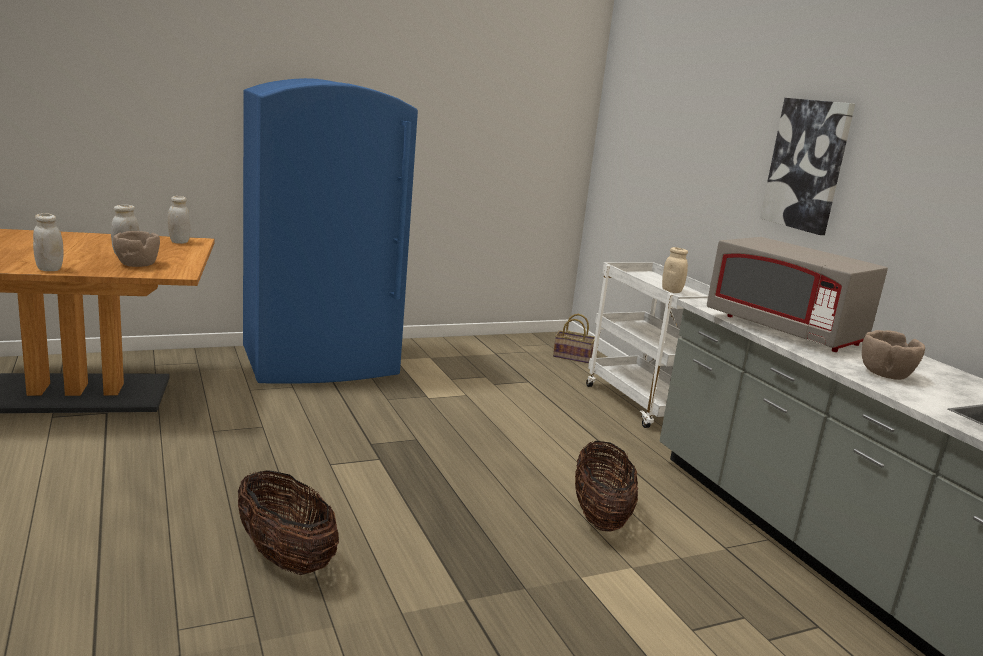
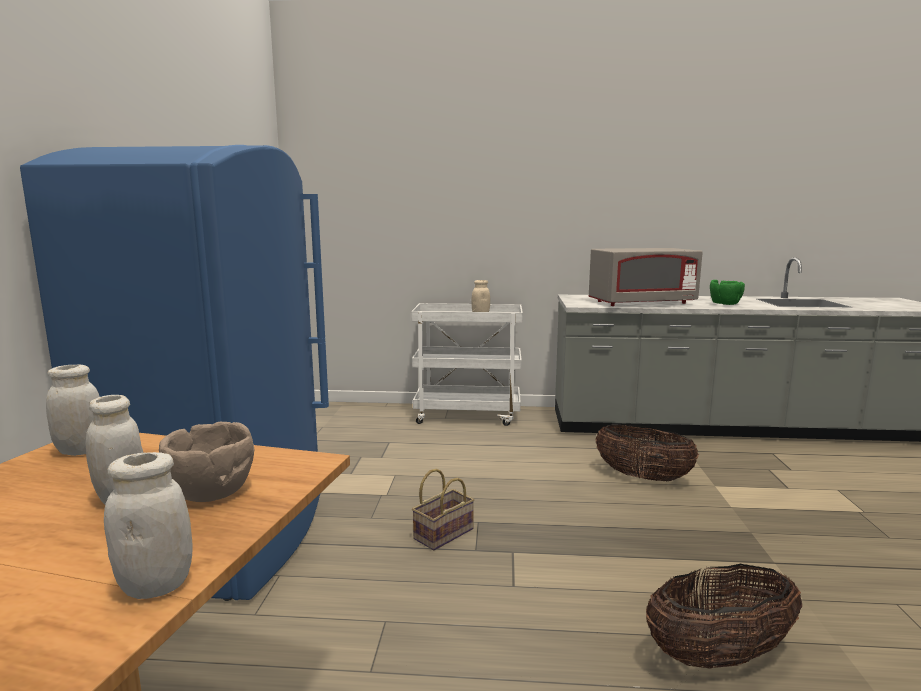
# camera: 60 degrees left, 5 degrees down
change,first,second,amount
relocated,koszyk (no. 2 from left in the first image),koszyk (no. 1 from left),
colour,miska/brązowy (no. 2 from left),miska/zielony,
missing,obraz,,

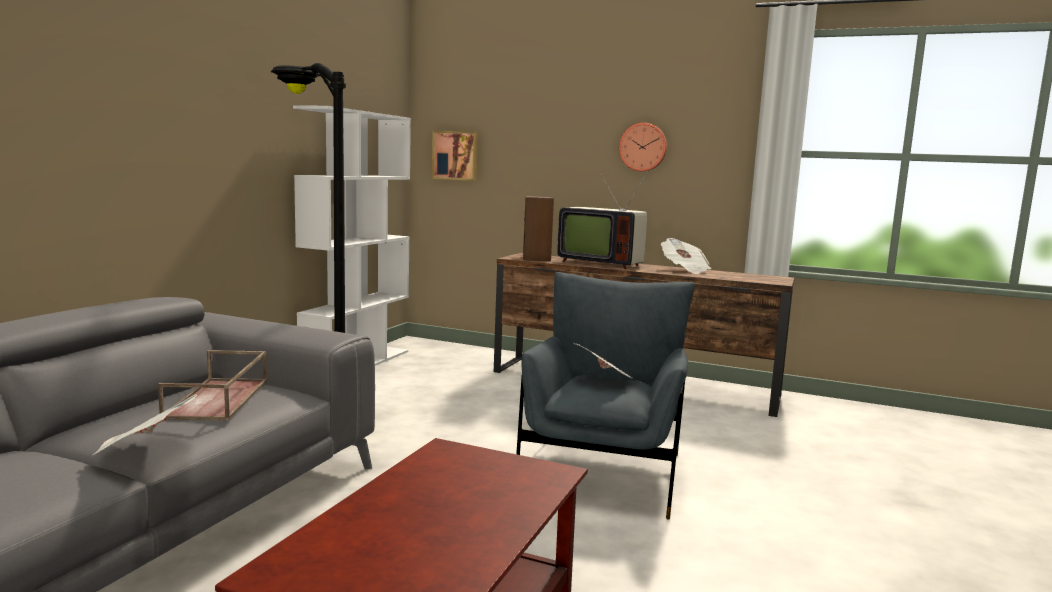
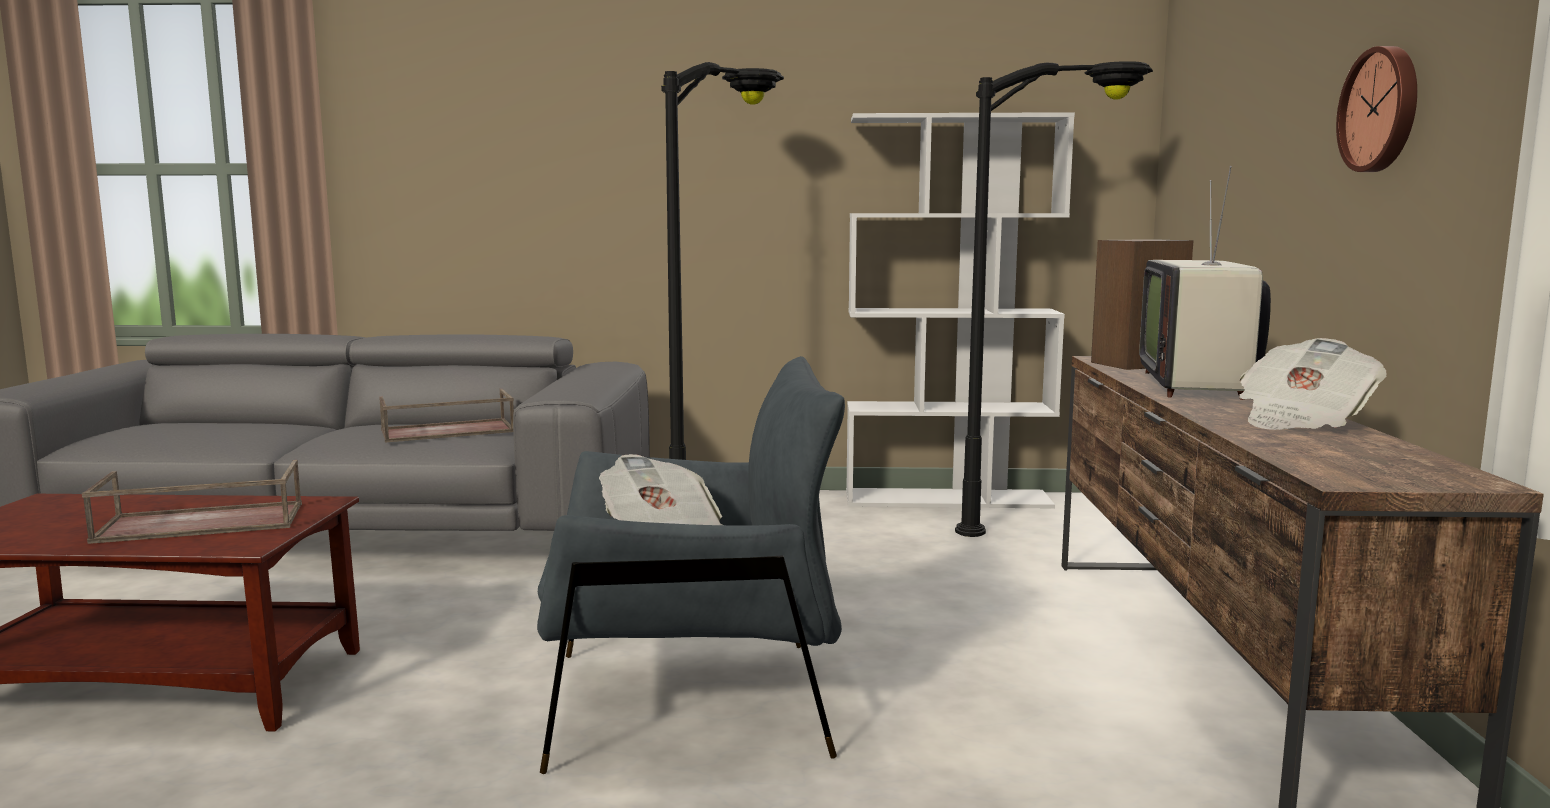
# camera: 70 degrees right, 0 degrees up
change,first,second,amount
appeared,,taca/brązowy (no. 1 from left),
appeared,,lampa stojąca/czarny (no. 2 from left),
missing,gazeta (no. 1 from left),,
missing,obraz,,

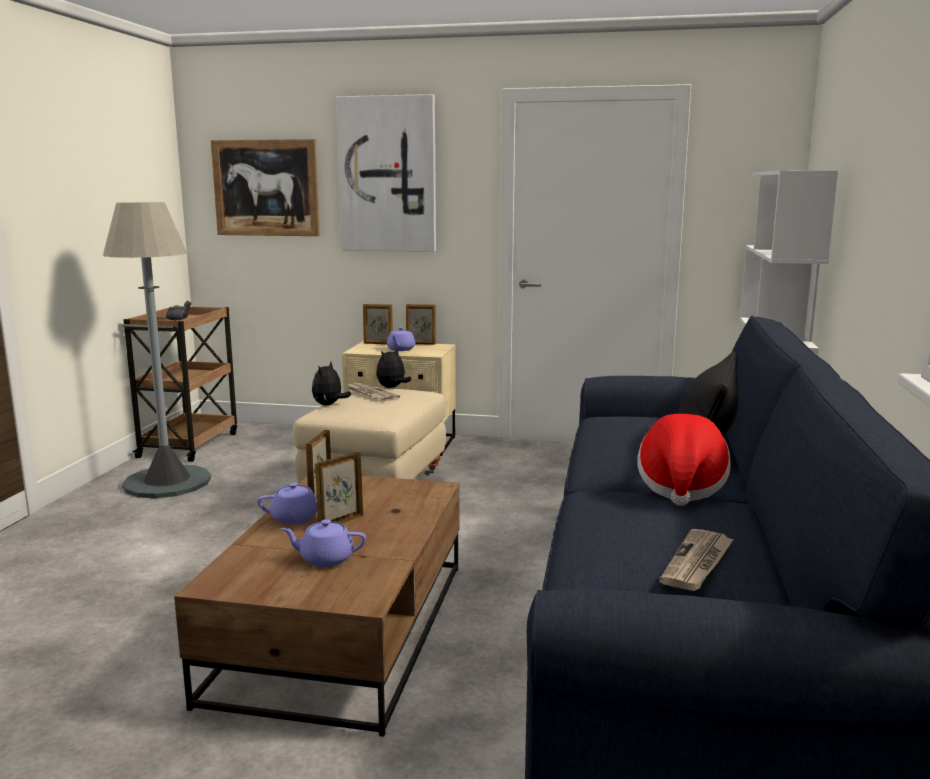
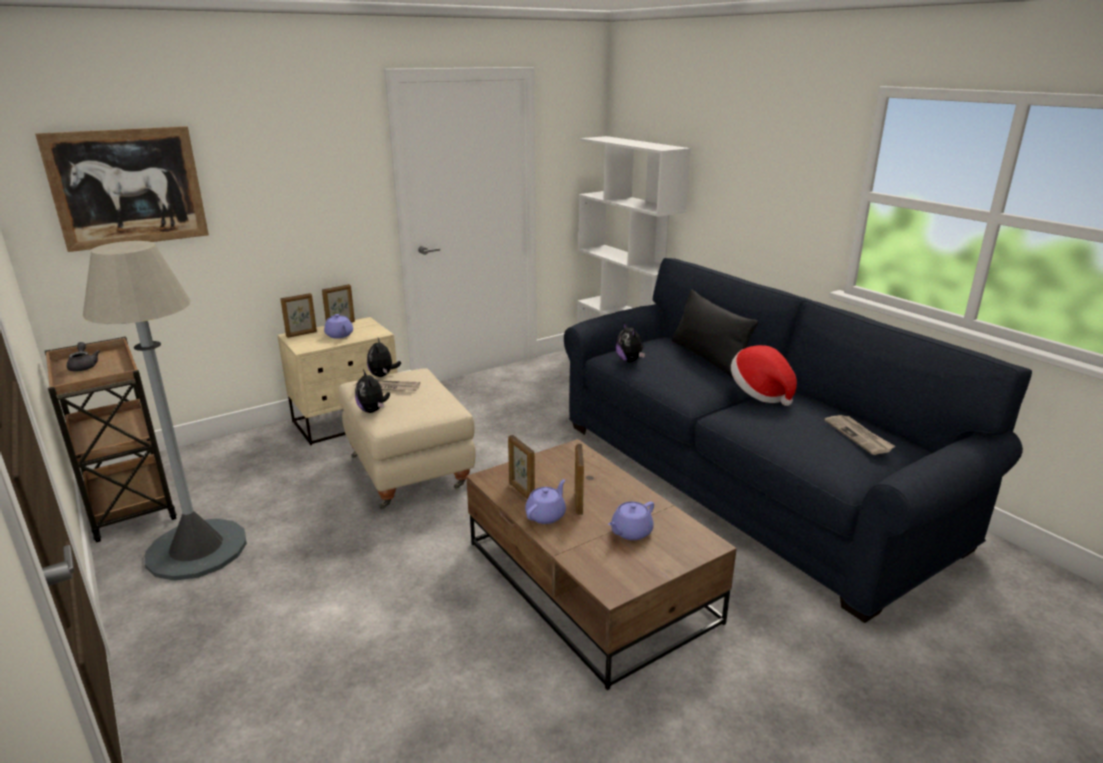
# camera: 45 degrees left, 10 degrees up
change,first,second,amount
appeared,,pluszak (no. 3 from left),
missing,obraz (no. 2 from left),,

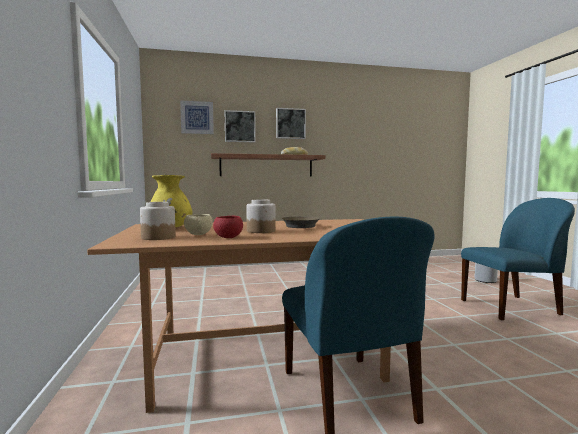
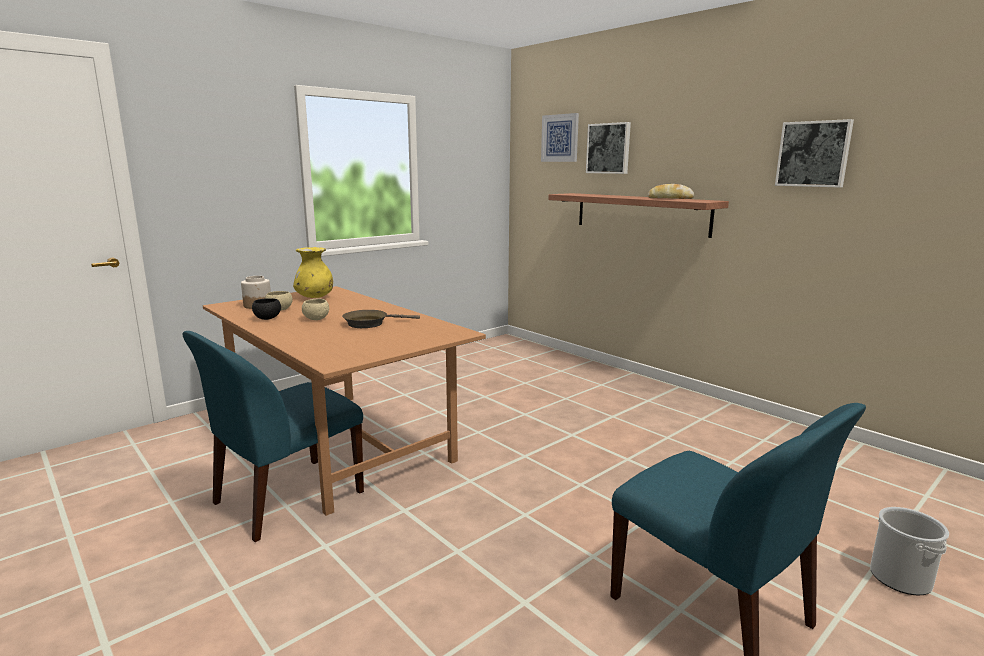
# camera: 60 degrees right, 10 degrees up
change,first,second,amount
colour,miska/czerwony,miska/czarny,
exchanged,słoik (no. 2 from left),miska/beżowy (no. 2 from left),
relocated,obraz (no. 3 from left),,

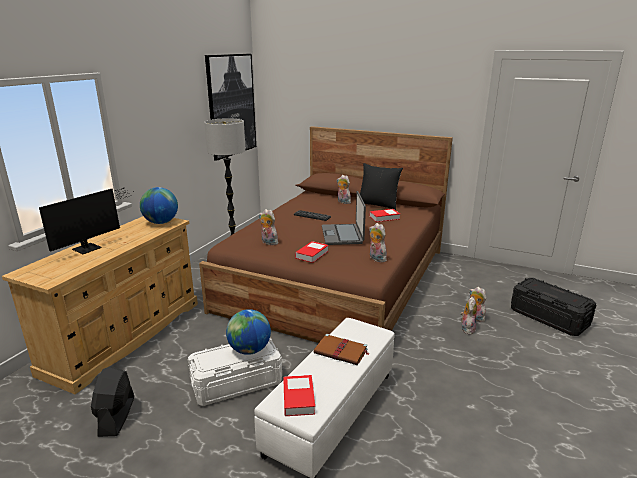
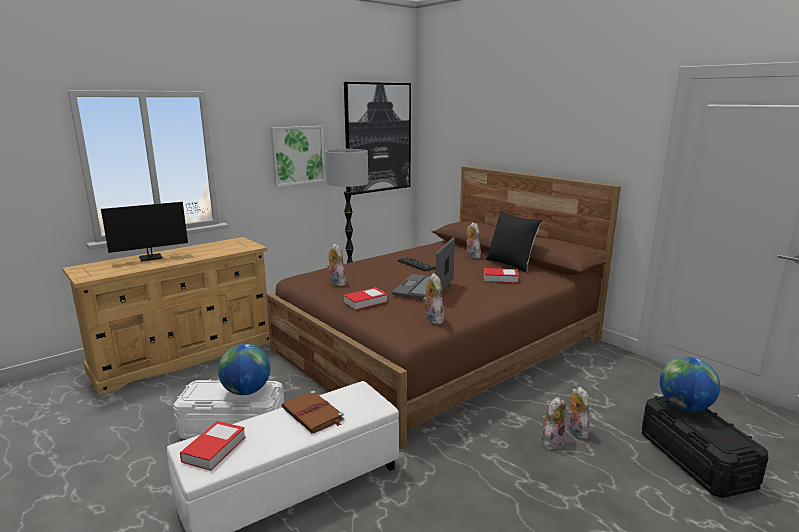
# camera: 25 degrees right, 5 degrees down
change,first,second,amount
appeared,,obraz (no. 1 from left),
relocated,globus (no. 1 from left in the first image),globus (no. 2 from left),
missing,wentylator/czarny,,

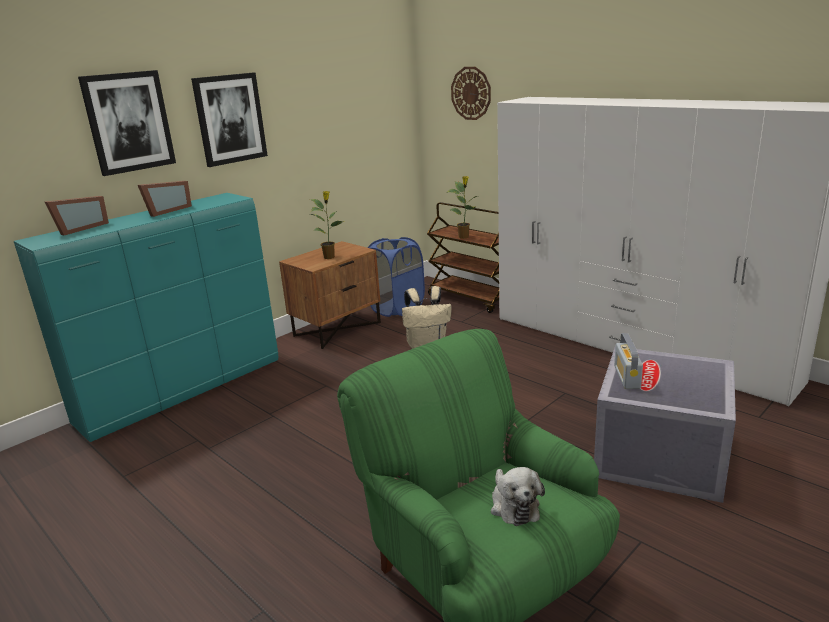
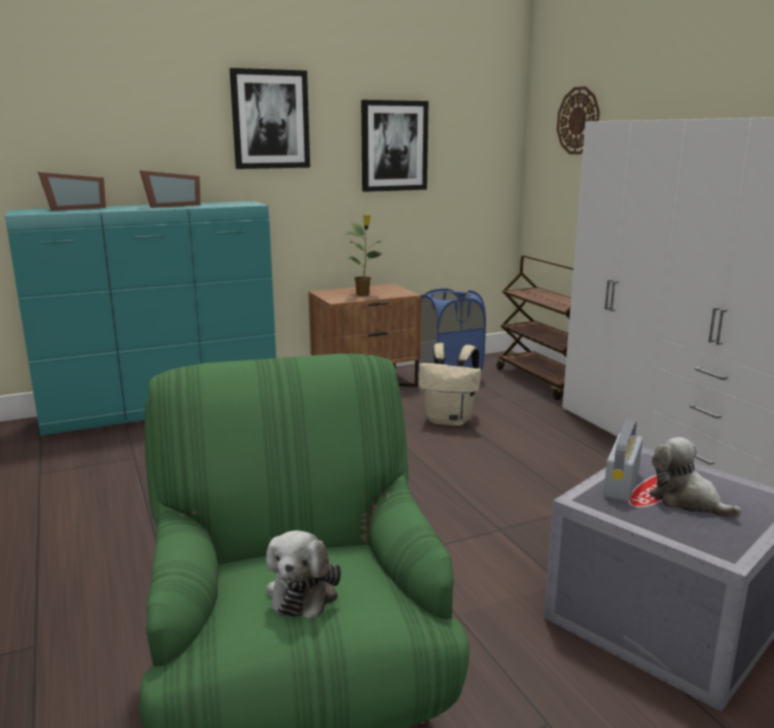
# camera: 20 degrees right, 5 degrees down
change,first,second,amount
relocated,obraz (no. 1 from left in the first image),obraz (no. 2 from left),
appeared,,pluszak (no. 2 from left),
missing,roślina doniczkowa (no. 2 from left),,

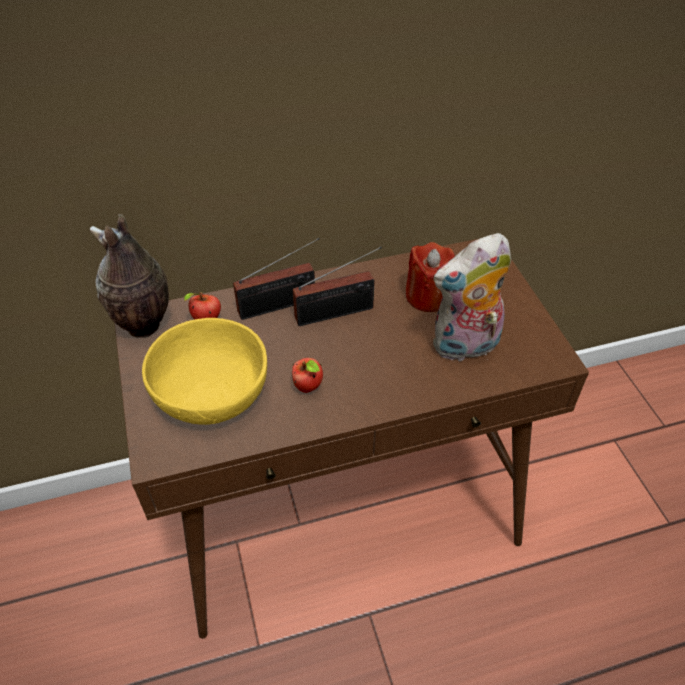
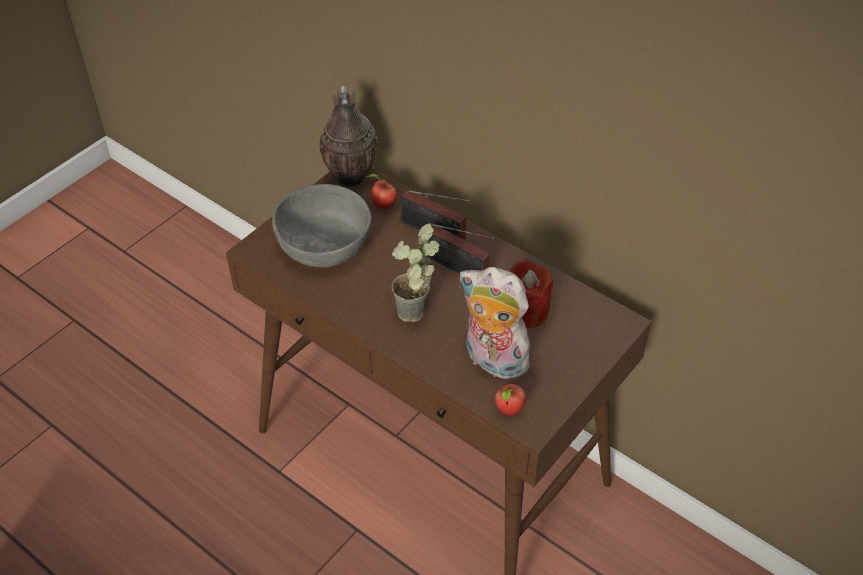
# camera: 55 degrees right, 0 degrees up
change,first,second,amount
colour,miska/żółty,miska/szary,
appeared,,roślina doniczkowa,
relocated,jabłko (no. 2 from left),,

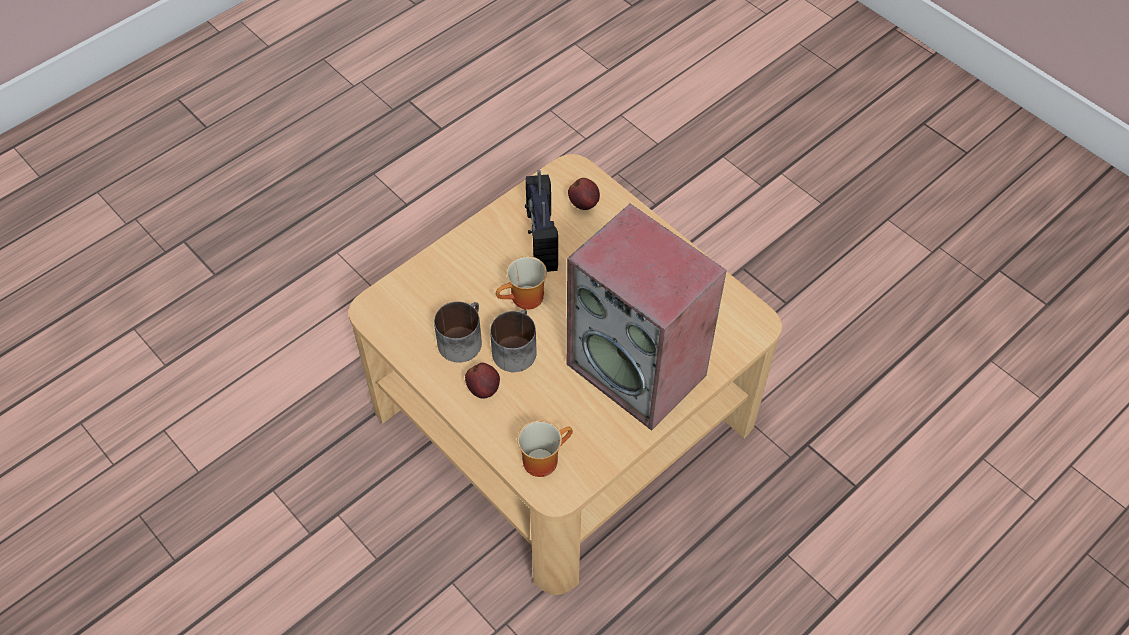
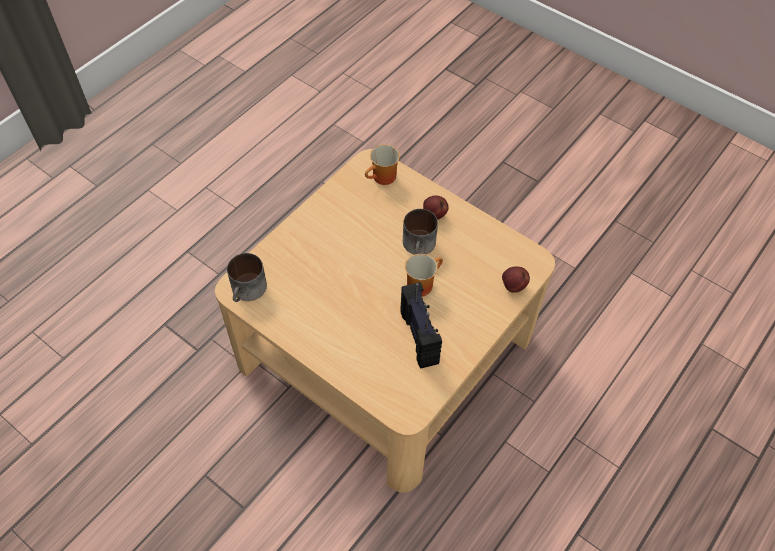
# camera: 170 degrees right, 0 degrees up
change,first,second,amount
relocated,kubek (no. 1 from left),,
relocated,jabłko (no. 2 from left),,
missing,głośnik,,

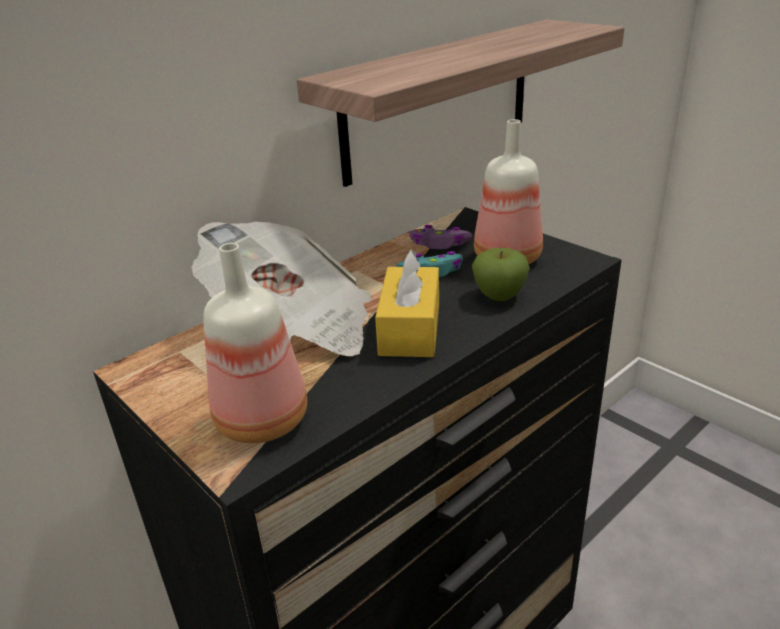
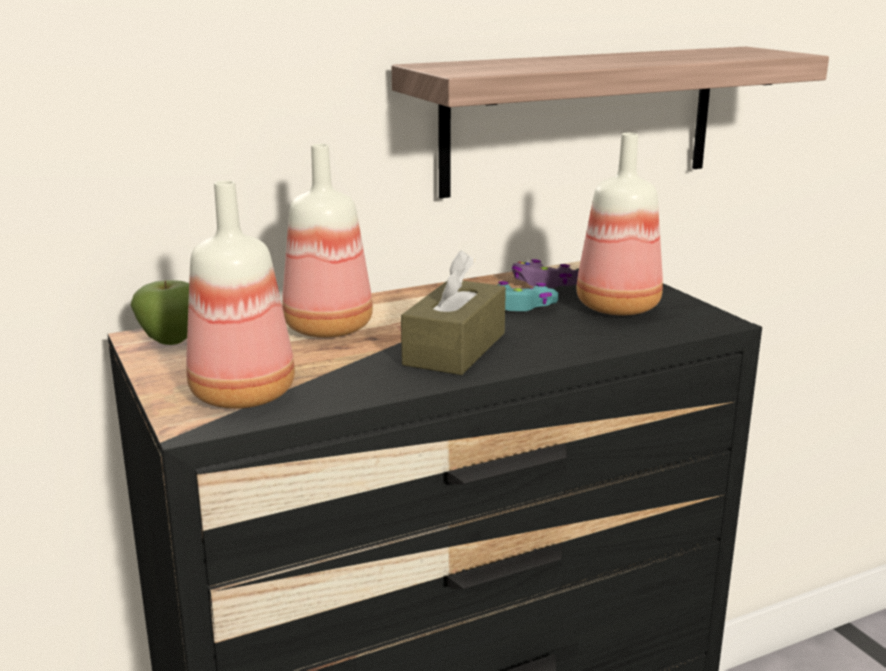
# camera: 15 degrees right, 10 degrees down
change,first,second,amount
relocated,jabłko,,
exchanged,gazeta,butelka (no. 2 from left),
colour,pudełko chusteczek/żółty,pudełko chusteczek/brązowy,

